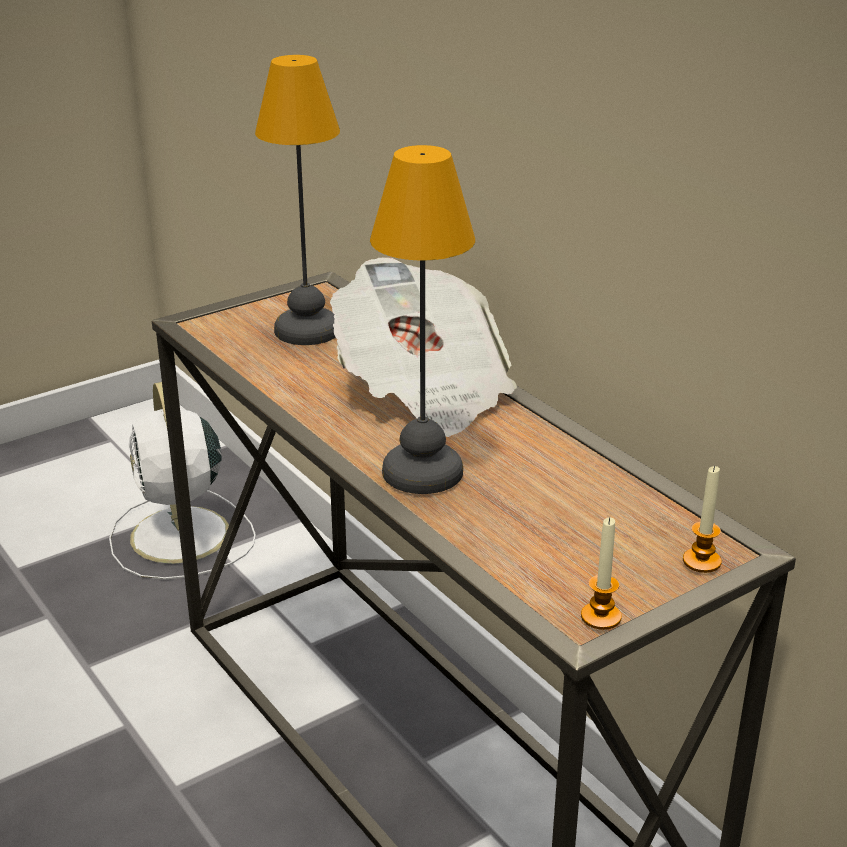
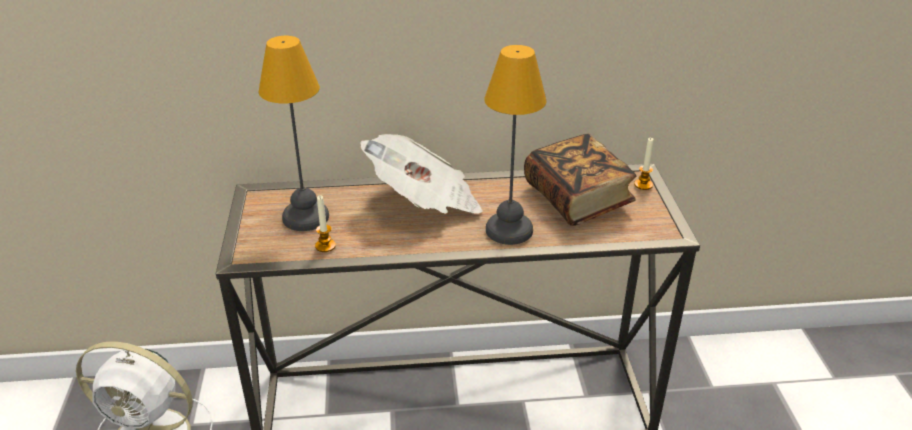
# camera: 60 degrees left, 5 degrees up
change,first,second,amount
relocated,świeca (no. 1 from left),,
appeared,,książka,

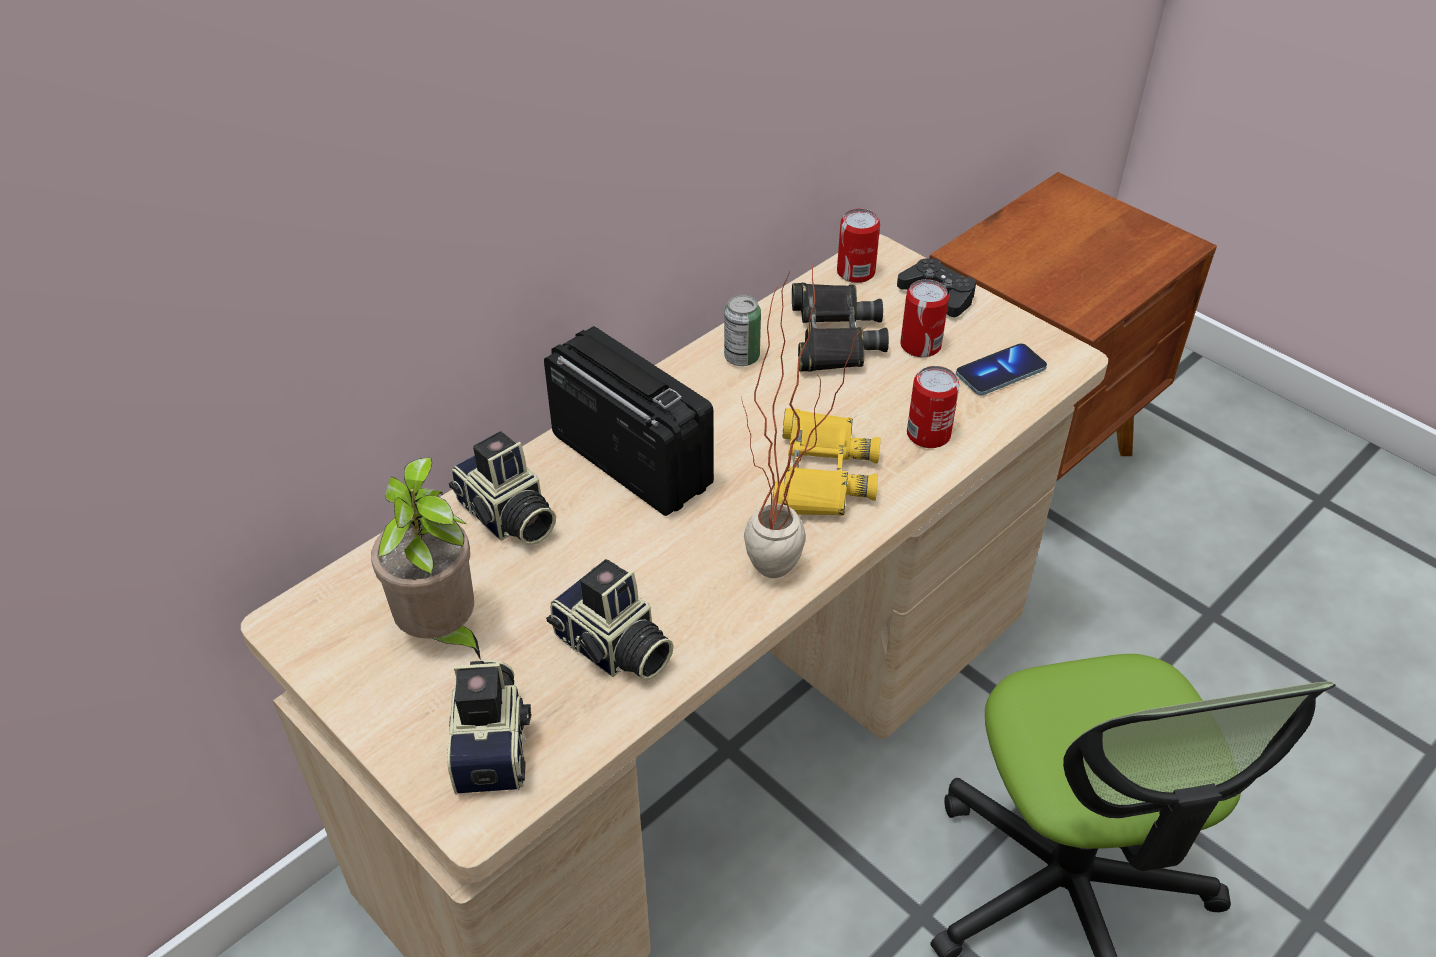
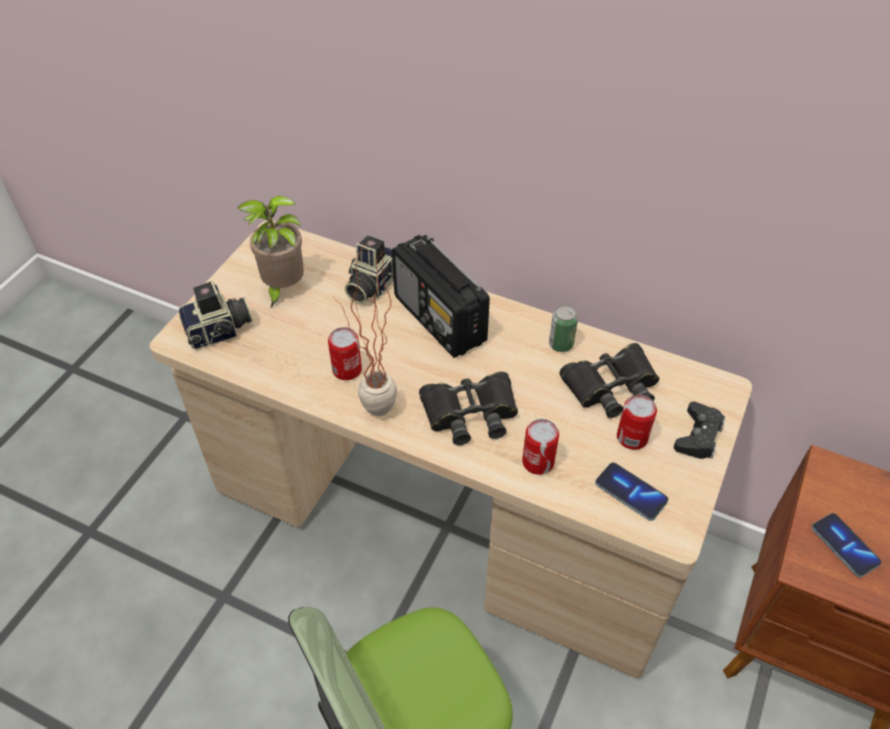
# camera: 70 degrees right, 5 degrees up
change,first,second,amount
relocated,puszka (no. 2 from left in the first image),puszka (no. 1 from left),
spun,radio,,120 degrees clockwise
colour,lornetka/żółty,lornetka/czarny (no. 1 from left),
appeared,,telefon (no. 2 from left),
missing,aparat fotograficzny (no. 3 from left),,

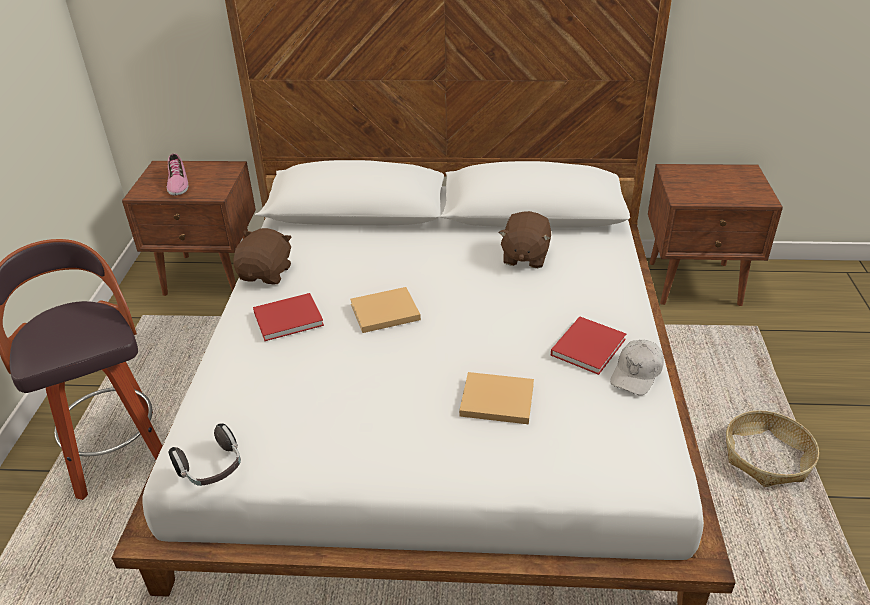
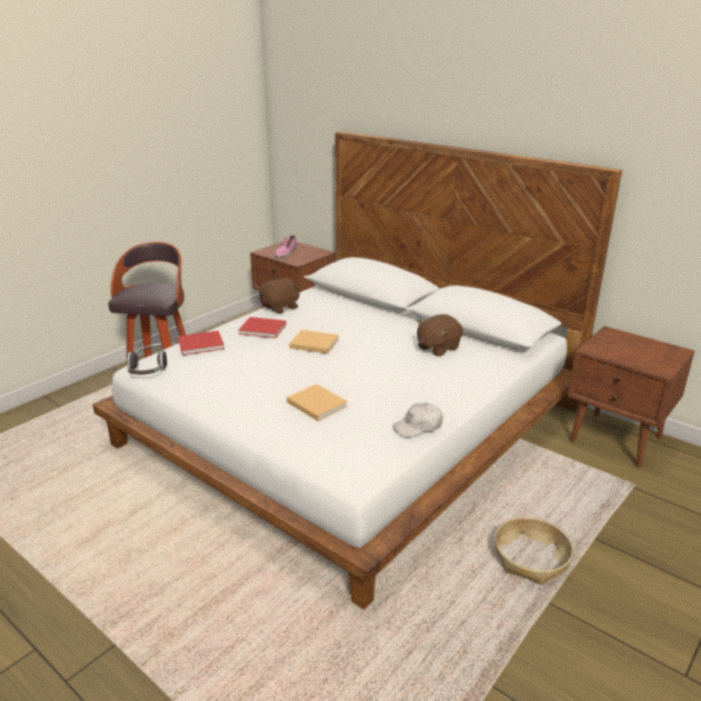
# camera: 35 degrees right, 10 degrees down
change,first,second,amount
relocated,książka/czerwony (no. 2 from left in the first image),książka/czerwony (no. 1 from left),

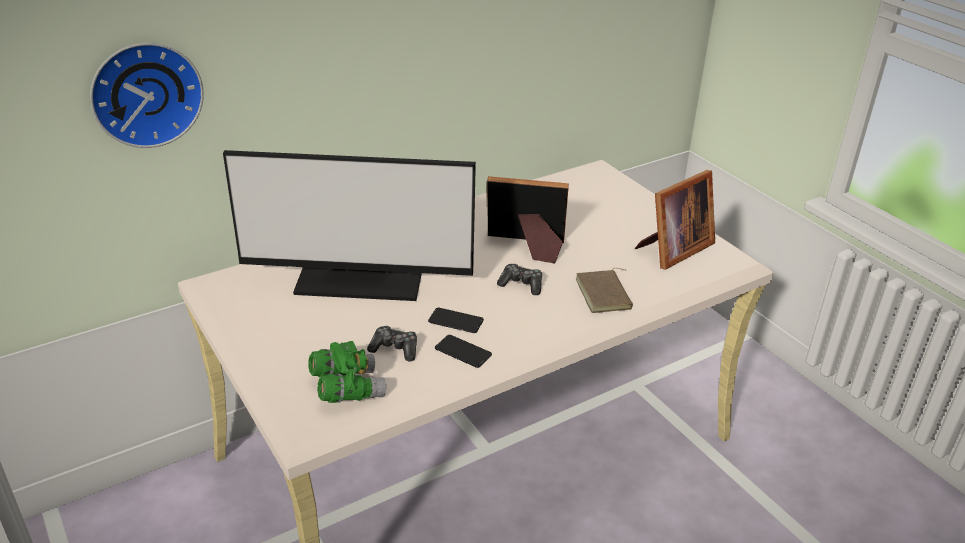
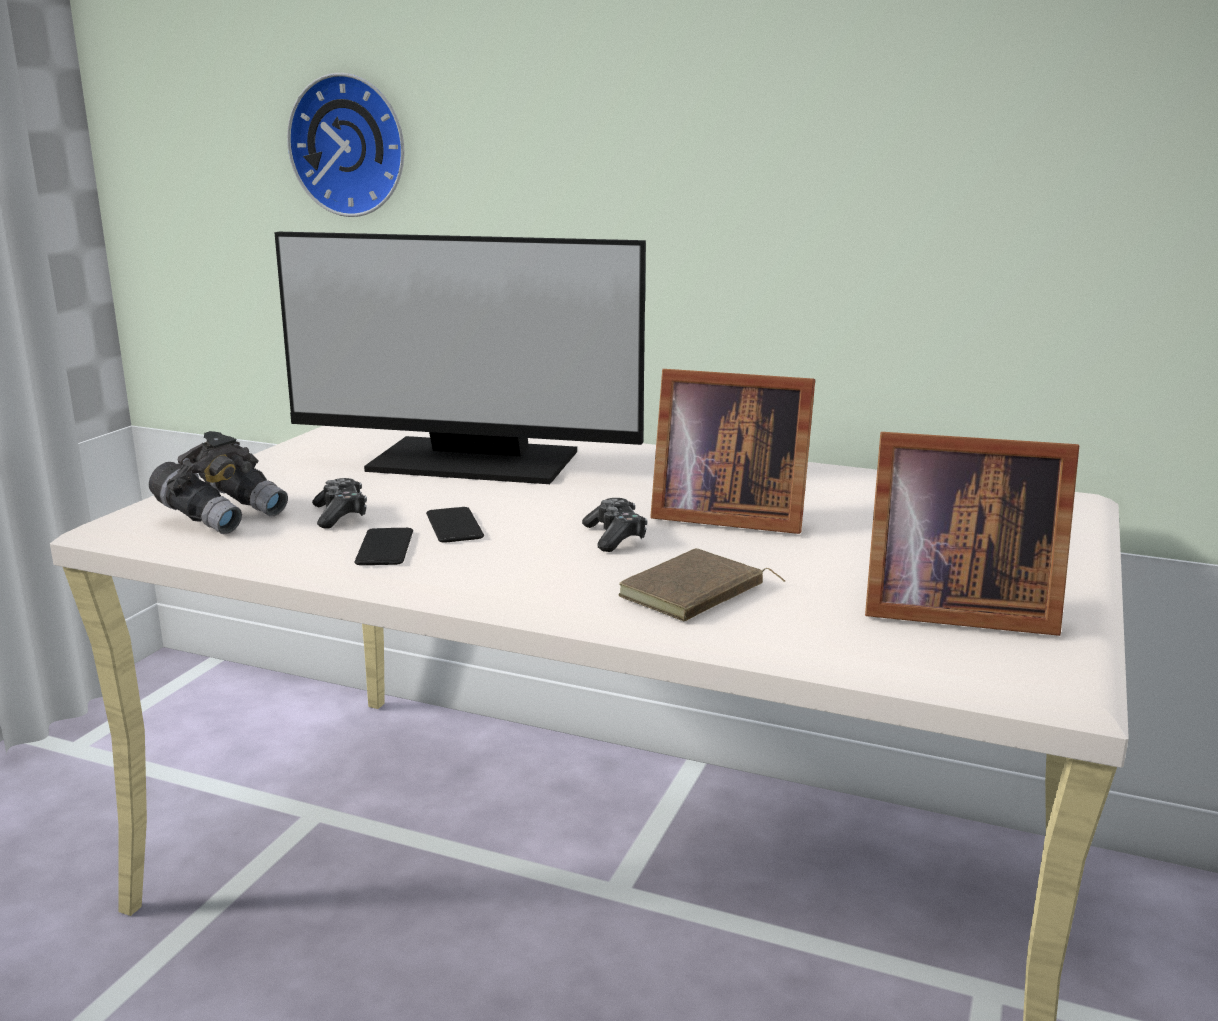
# camera: 55 degrees right, 15 degrees down
change,first,second,amount
colour,lornetka/zielony,lornetka/szary,
spun,monitor,,45 degrees counterclockwise
spun,ramka na zdjęcie (no. 1 from left),,135 degrees clockwise

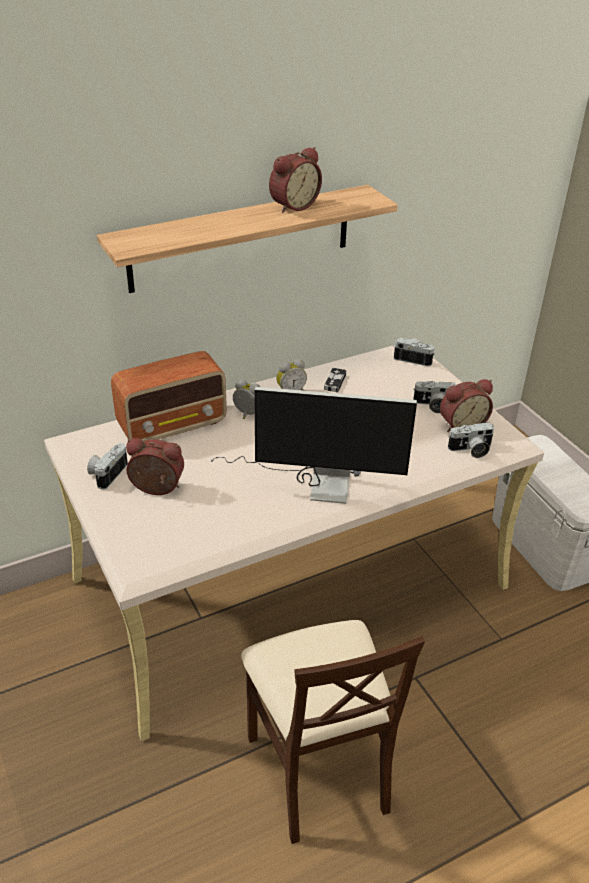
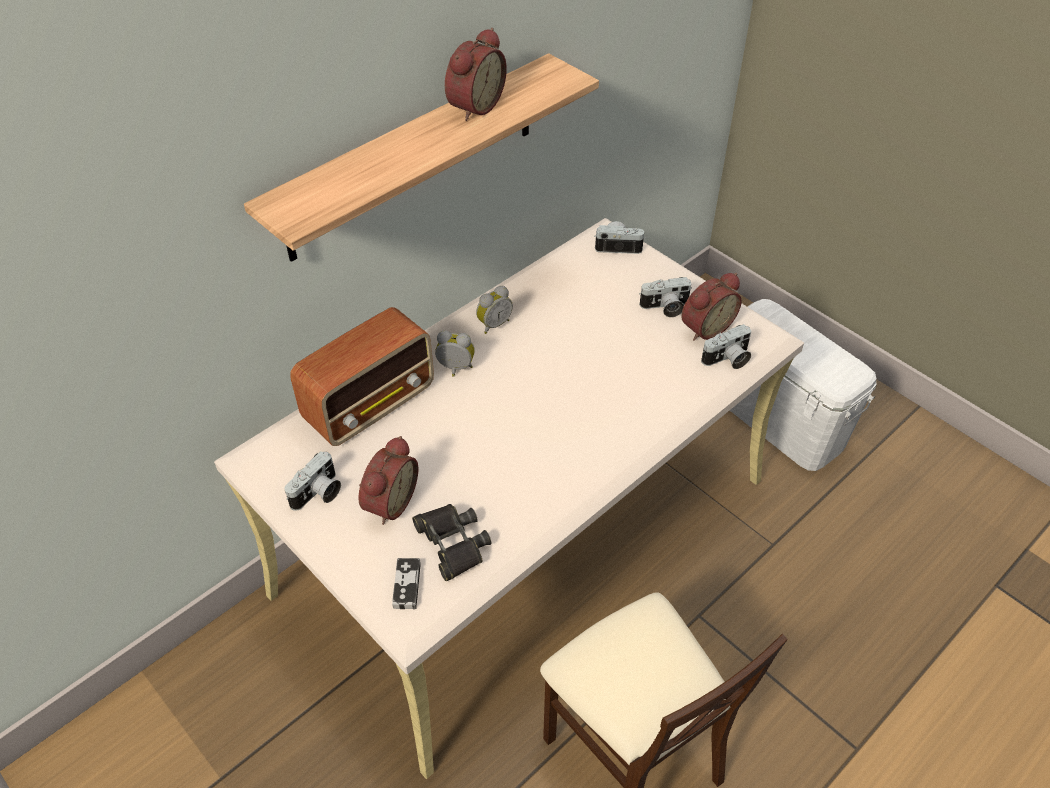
# camera: 15 degrees left, 10 degrees up
change,first,second,amount
spun,aparat fotograficzny (no. 1 from left),,150 degrees counterclockwise
spun,budzik (no. 1 from left),,120 degrees clockwise
relocated,pad do gier,,
appeared,,lornetka/czarny,
missing,monitor,,

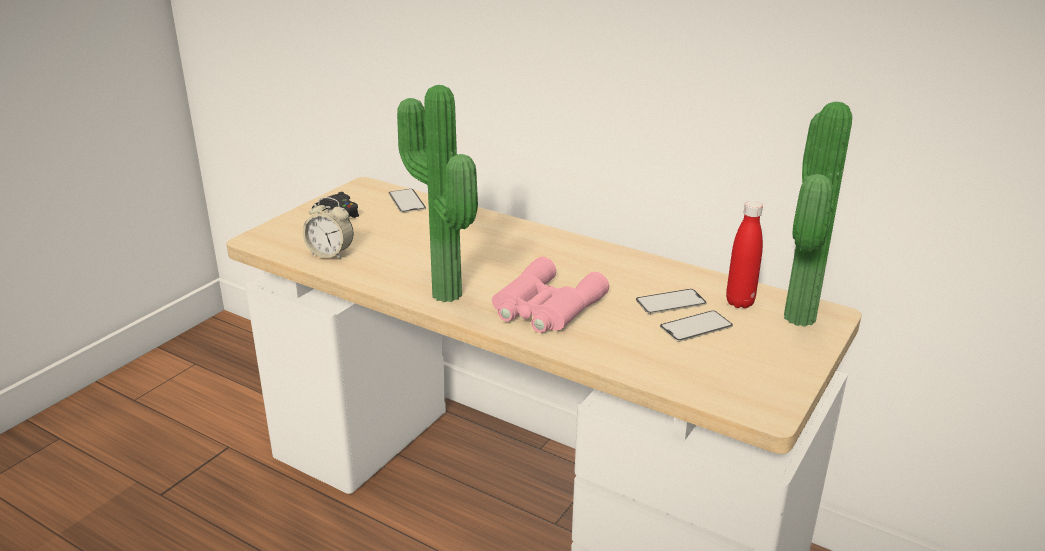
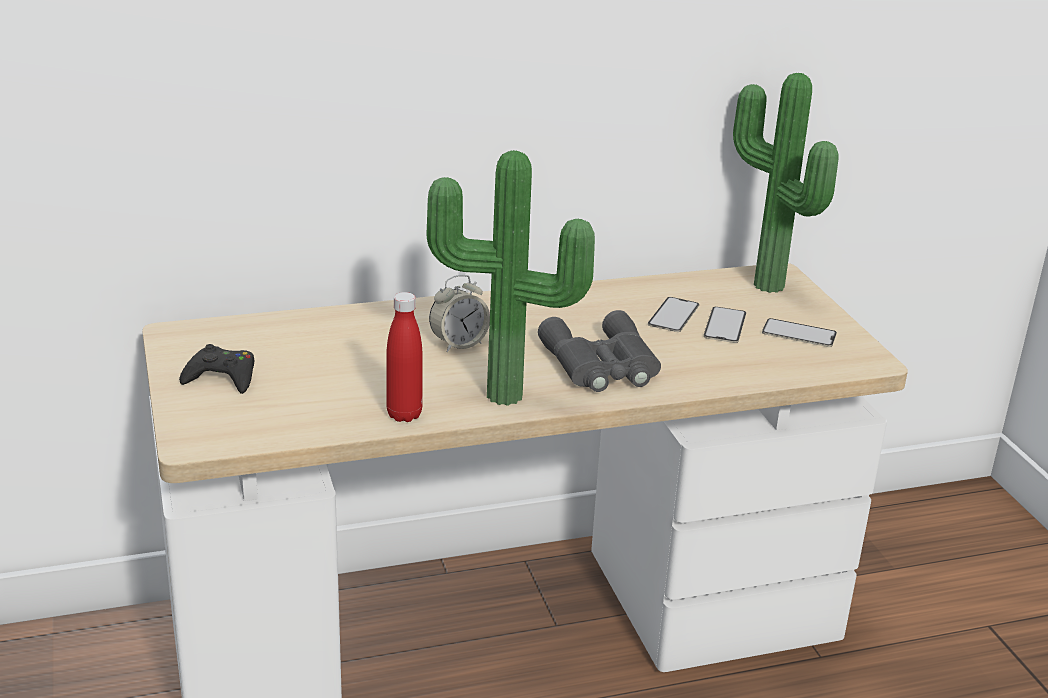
# camera: 50 degrees left, 0 degrees up
change,first,second,amount
relocated,butelka/czerwony,,
relocated,budzik,,
colour,lornetka/różowy,lornetka/szary,
relocated,telefon (no. 1 from left in the first image),telefon (no. 3 from left),

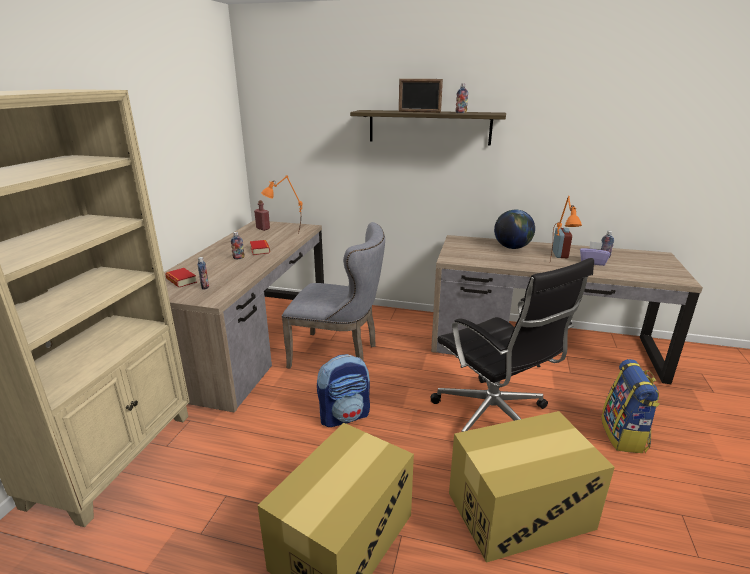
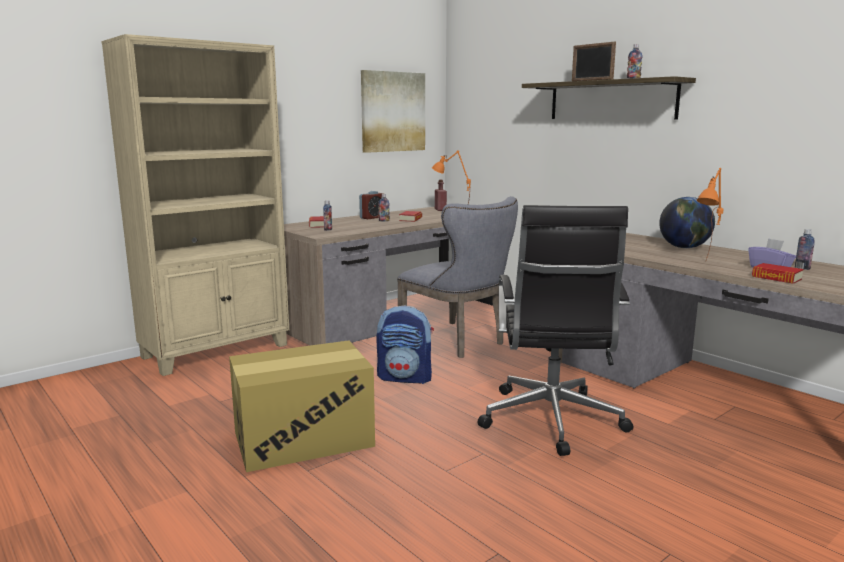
# camera: 35 degrees right, 10 degrees down
change,first,second,amount
relocated,budzik,,
appeared,,obraz,
appeared,,książka (no. 3 from left),
missing,karton (no. 2 from left),,
missing,plecak (no. 2 from left),,

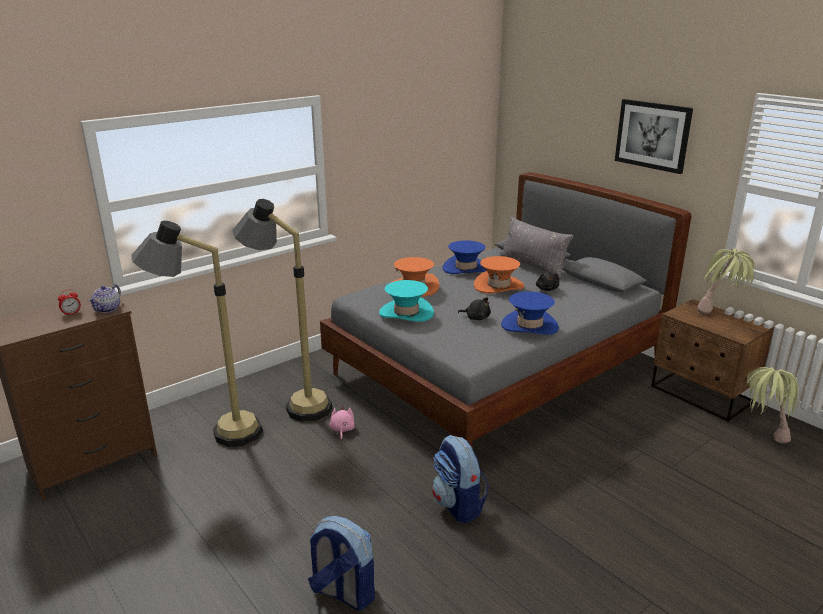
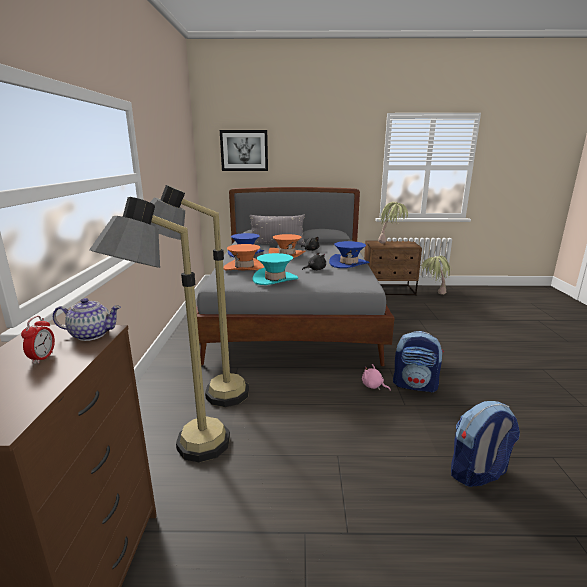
# camera: 50 degrees left, 5 degrees down
change,first,second,amount
spun,imbryk,,60 degrees counterclockwise
relocated,obraz,,
relocated,pluszak/różowy,,

